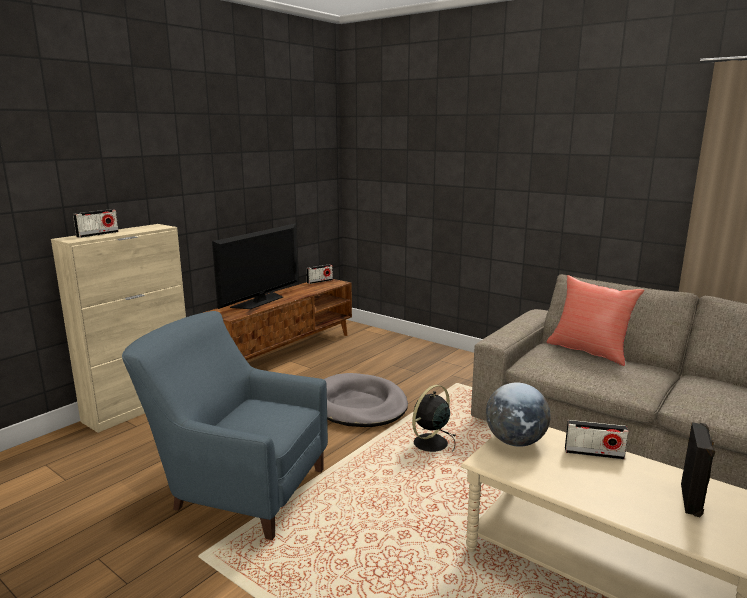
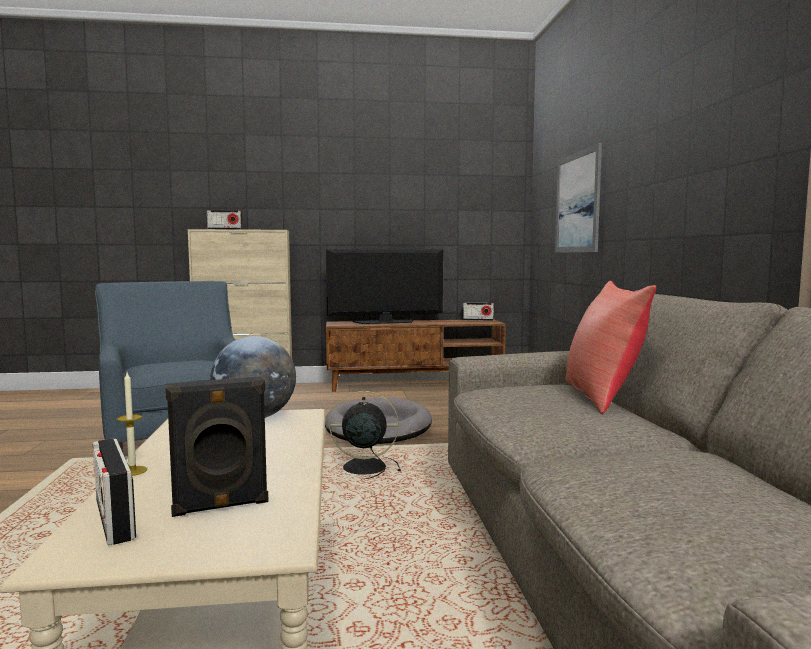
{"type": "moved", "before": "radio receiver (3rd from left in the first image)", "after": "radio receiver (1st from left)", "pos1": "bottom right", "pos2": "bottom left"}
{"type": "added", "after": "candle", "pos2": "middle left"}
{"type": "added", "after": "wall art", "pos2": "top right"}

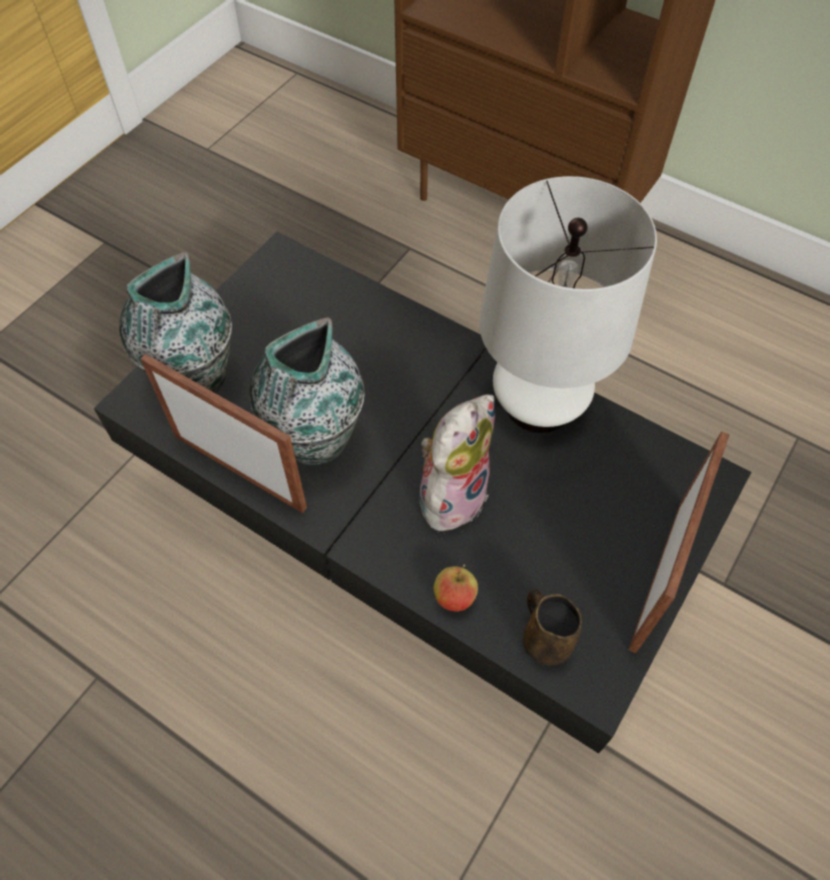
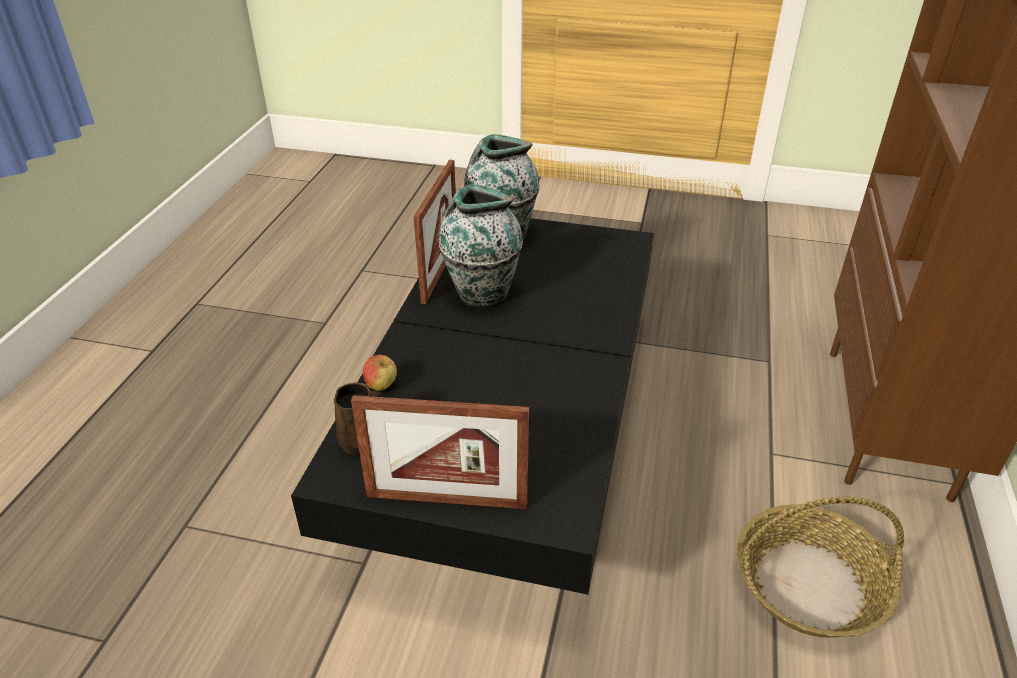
{"type": "added", "after": "household basket", "pos2": "bottom right"}
{"type": "removed", "before": "soft toy", "pos1": "centre"}
{"type": "removed", "before": "white table lamp", "pos1": "middle right"}

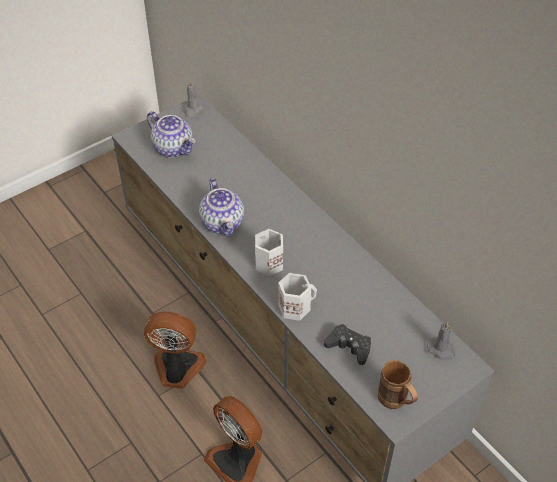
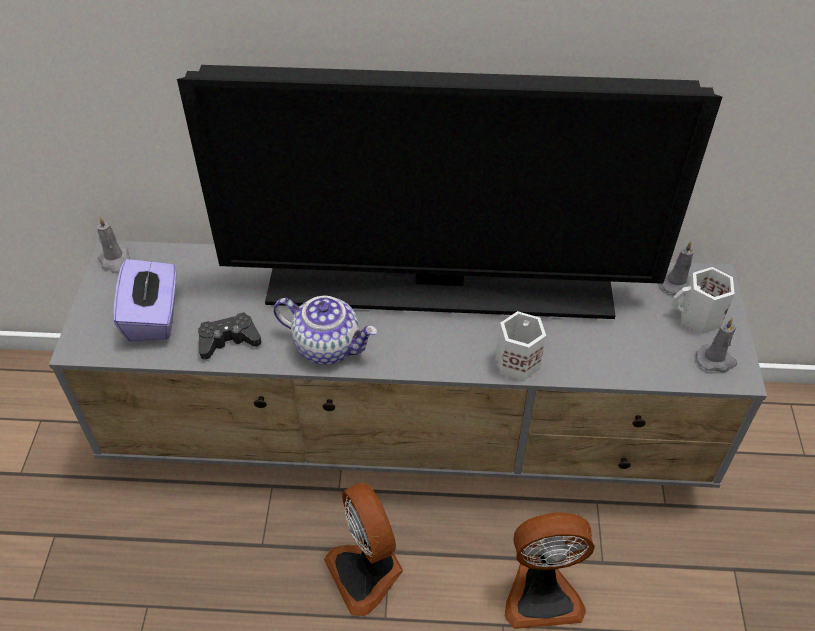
{"type": "replaced", "before": "tea pot (1st from left)", "after": "purple-coloured tissue box", "pos1": "top left", "pos2": "middle left"}
{"type": "added", "after": "television", "pos2": "top centre"}
{"type": "moved", "before": "blackish game controller", "pos1": "bottom centre", "pos2": "middle left"}
{"type": "turned", "before": "fan (1st from left)", "pos1": "bottom left", "pos2": "bottom centre", "turn": -75}
{"type": "moved", "before": "white coffee mug (1st from left in the first image)", "after": "white coffee mug (2nd from left)", "pos1": "centre", "pos2": "middle right"}
{"type": "replaced", "before": "brownish coffee mug", "after": "greyish candle (3rd from left)", "pos1": "bottom right", "pos2": "middle right"}

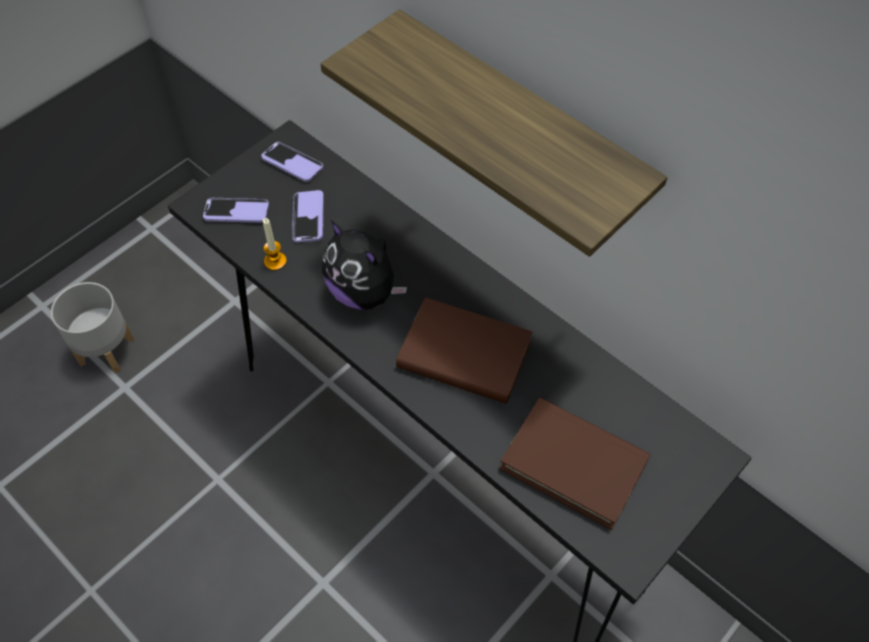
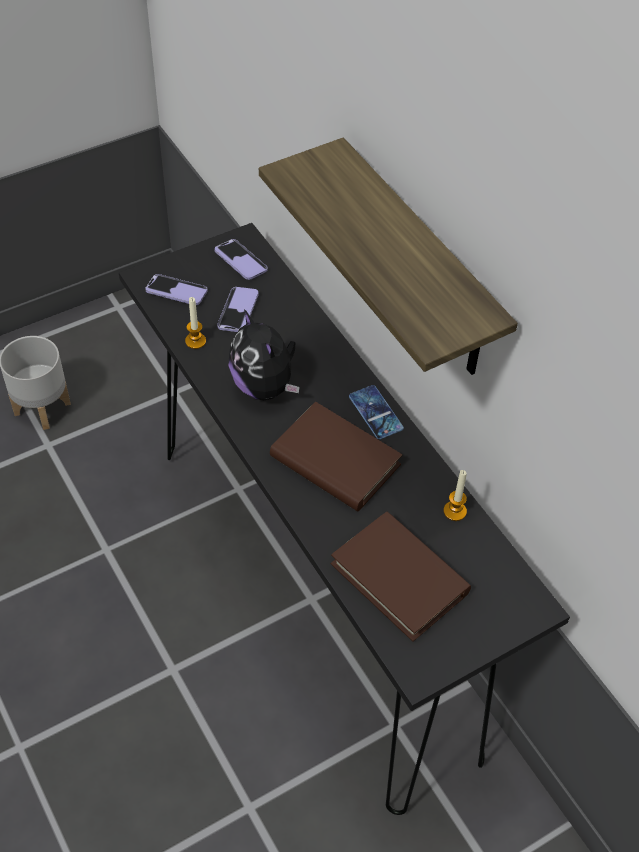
{"type": "added", "after": "handset (4th from left)", "pos2": "centre"}
{"type": "added", "after": "candle (2nd from left)", "pos2": "middle right"}

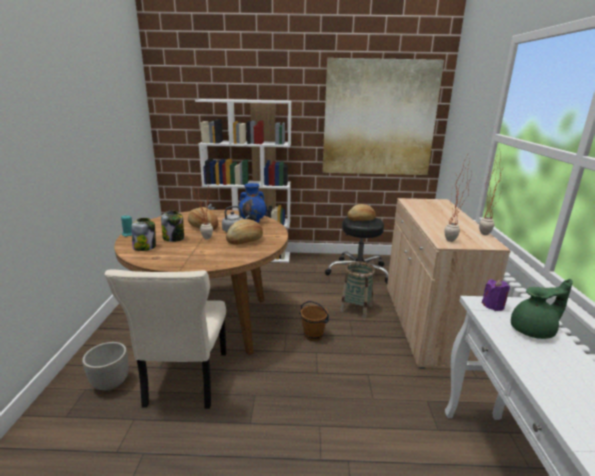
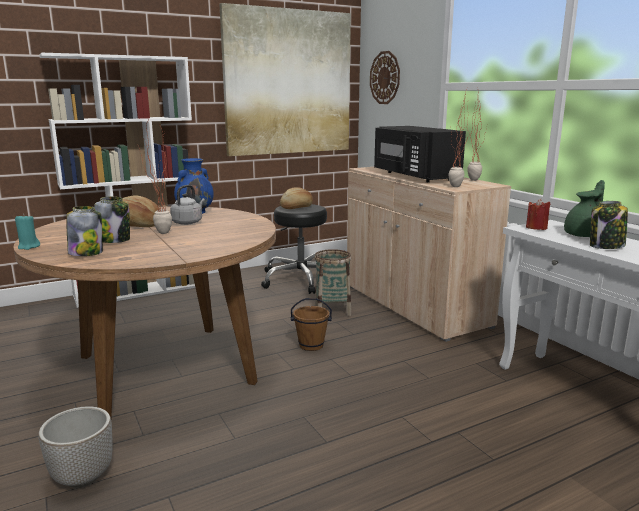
{"type": "added", "after": "clock on the wall", "pos2": "top centre"}
{"type": "added", "after": "blackish microwave oven", "pos2": "top centre"}
{"type": "recoloured", "before": "purple-coloured candle", "after": "reddish candle", "pos1": "middle right", "pos2": "middle right"}
{"type": "added", "after": "jar (3rd from left)", "pos2": "middle right"}
{"type": "removed", "before": "sand-coloured upright chair", "pos1": "bottom left"}
{"type": "removed", "before": "baked bread (2nd from left)", "pos1": "centre"}

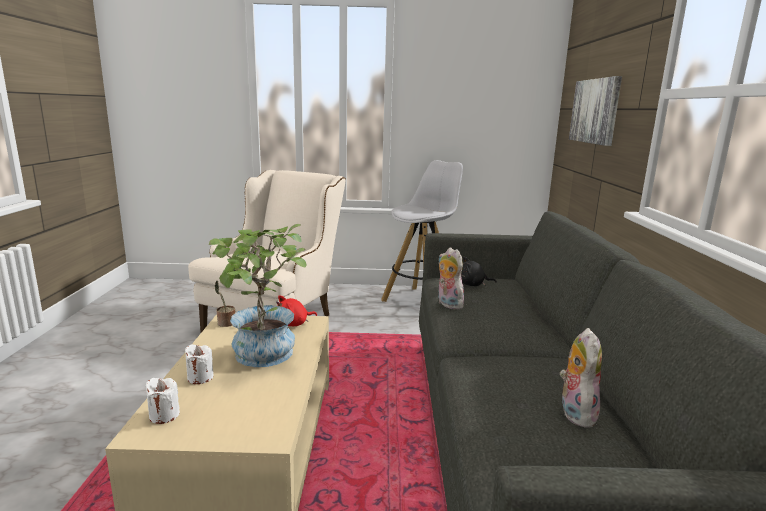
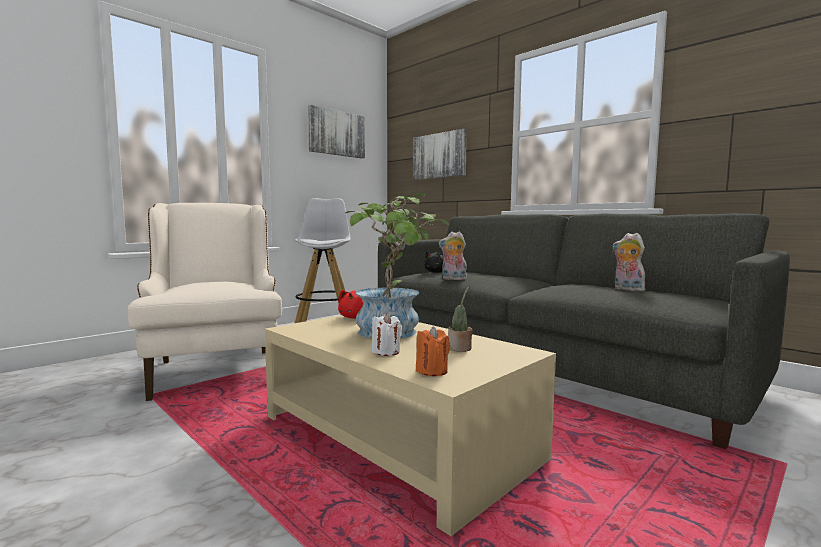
{"type": "added", "after": "wall art (1st from left)", "pos2": "top centre"}
{"type": "recoloured", "before": "white candle (1st from left)", "after": "orangey candle", "pos1": "bottom left", "pos2": "centre"}
{"type": "moved", "before": "houseplant (1st from left in the first image)", "after": "houseplant (2nd from left)", "pos1": "middle left", "pos2": "centre"}

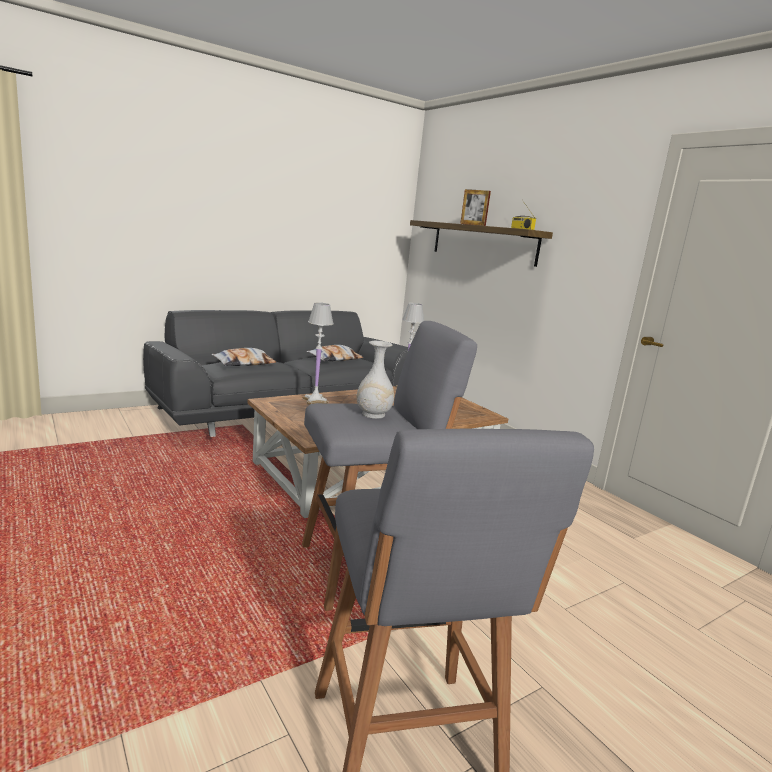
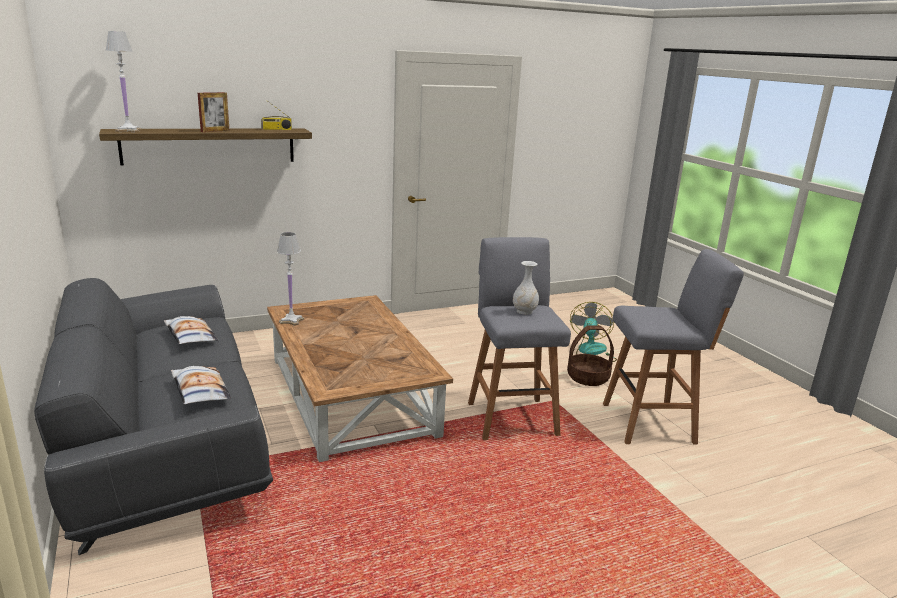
{"type": "moved", "before": "white table lamp (1st from left)", "pos1": "centre", "pos2": "top left"}
{"type": "added", "after": "household basket", "pos2": "centre"}
{"type": "added", "after": "fan", "pos2": "centre"}

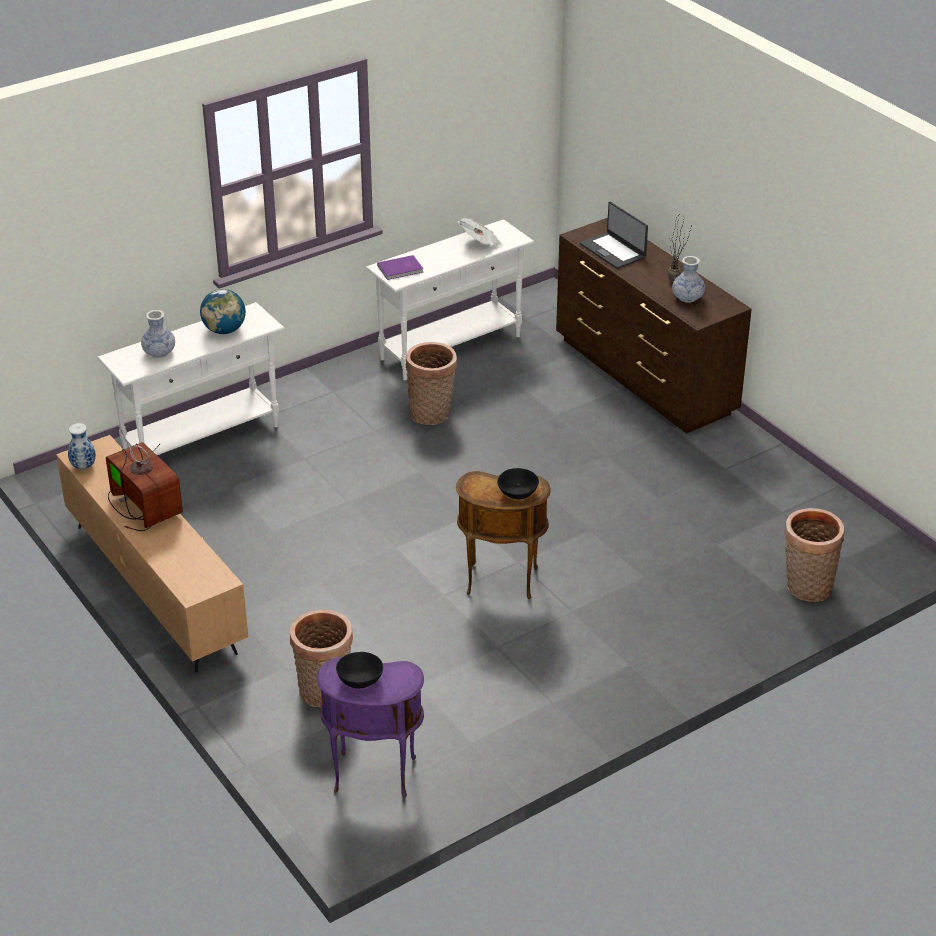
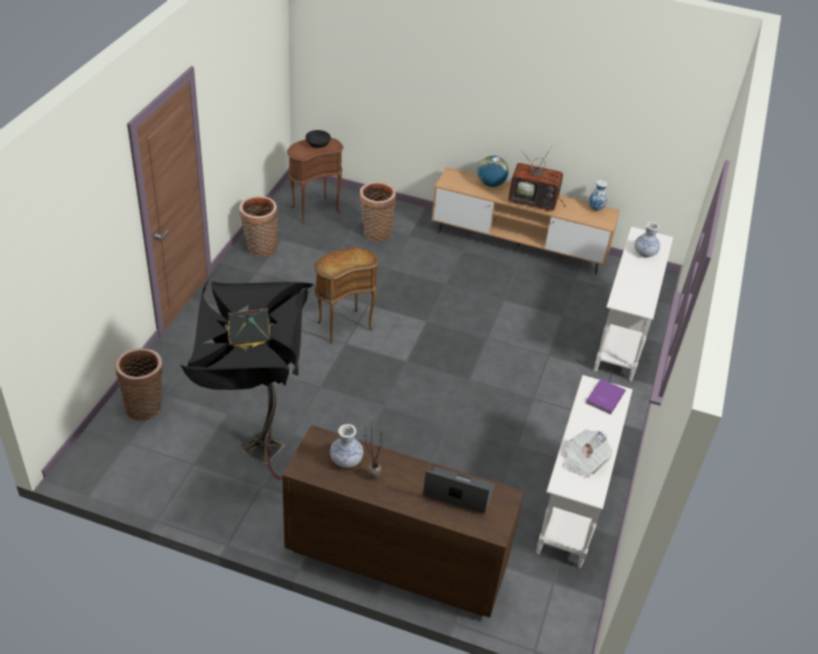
{"type": "added", "after": "blackish floor lamp", "pos2": "middle left"}
{"type": "moved", "before": "household basket (2nd from left)", "pos1": "centre", "pos2": "middle left"}
{"type": "recoloured", "before": "purple-coloured accent table", "after": "brownish accent table (1st from left)", "pos1": "bottom centre", "pos2": "top centre"}
{"type": "moved", "before": "world globe", "pos1": "top left", "pos2": "top centre"}
{"type": "removed", "before": "blackish bowl (2nd from left)", "pos1": "centre"}

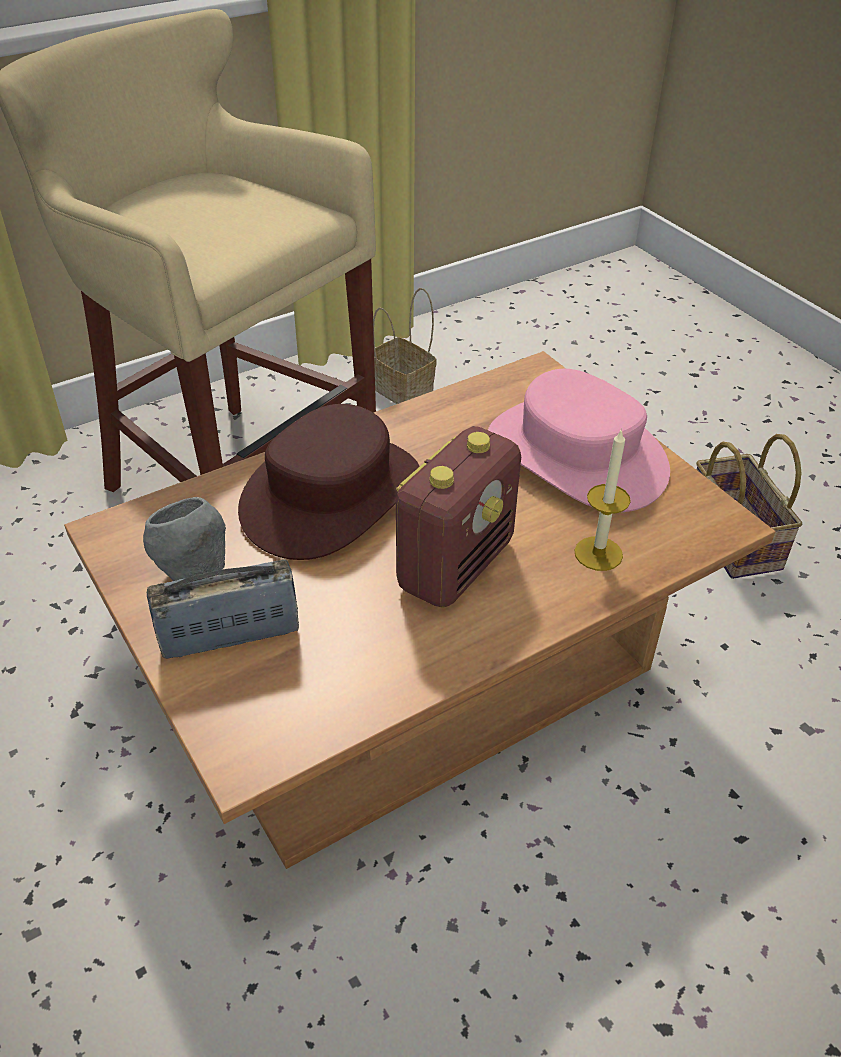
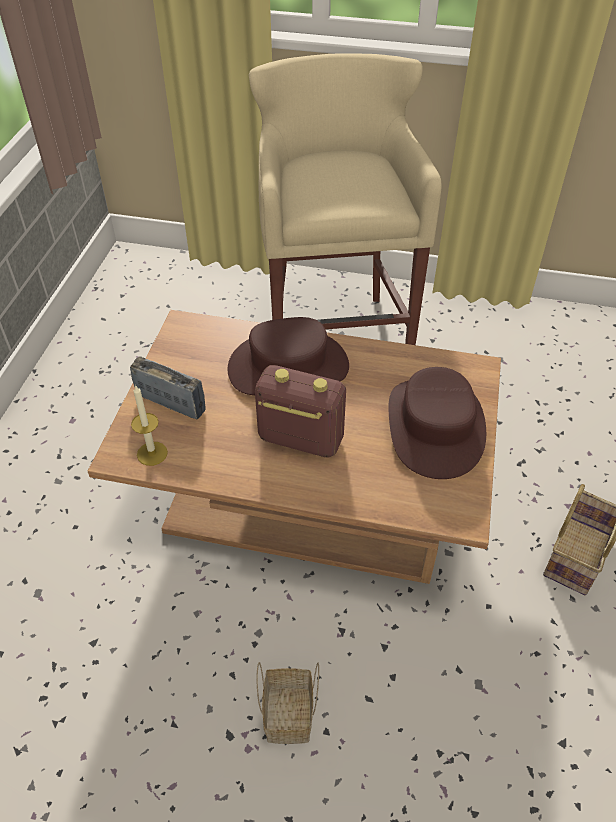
{"type": "moved", "before": "candle", "pos1": "middle right", "pos2": "middle left"}
{"type": "turned", "before": "radio receiver (2nd from left)", "pos1": "centre", "pos2": "centre", "turn": -150}
{"type": "moved", "before": "household basket (1st from left)", "pos1": "top centre", "pos2": "bottom centre"}
{"type": "recoloured", "before": "pink clothing hat", "after": "brownish clothing hat (2nd from left)", "pos1": "middle right", "pos2": "middle right"}
{"type": "removed", "before": "greyish bowl", "pos1": "middle left"}

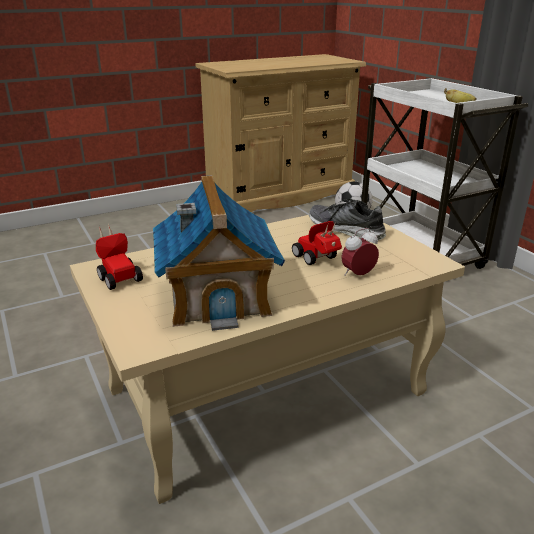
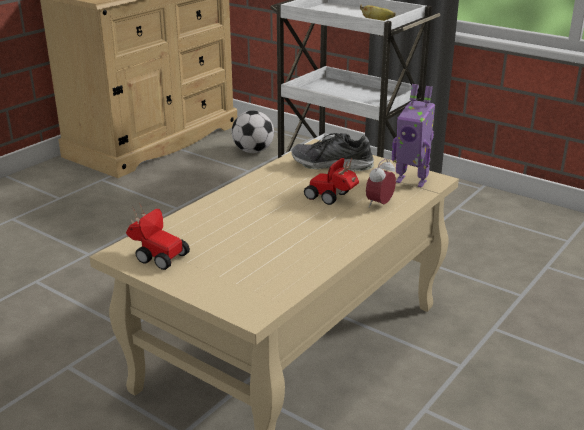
{"type": "added", "after": "toy robot", "pos2": "top right"}
{"type": "removed", "before": "toy house", "pos1": "centre"}

